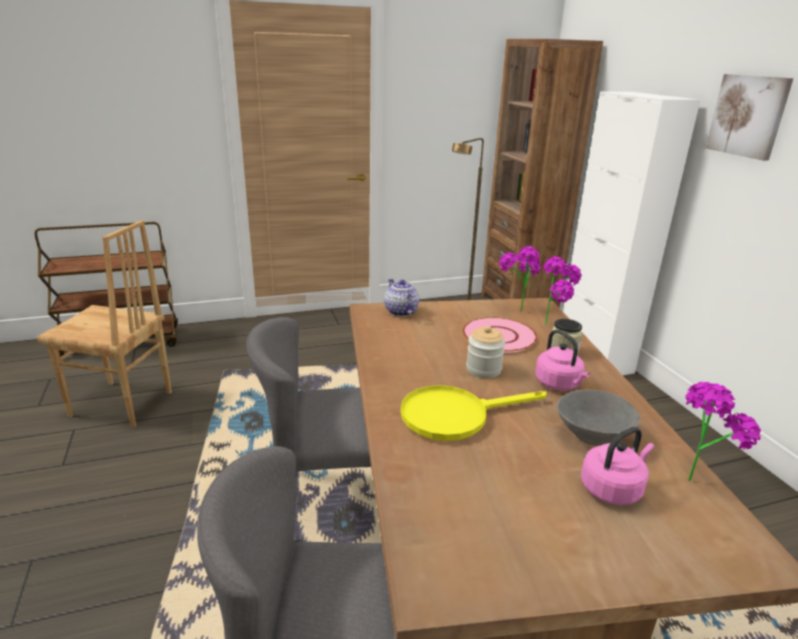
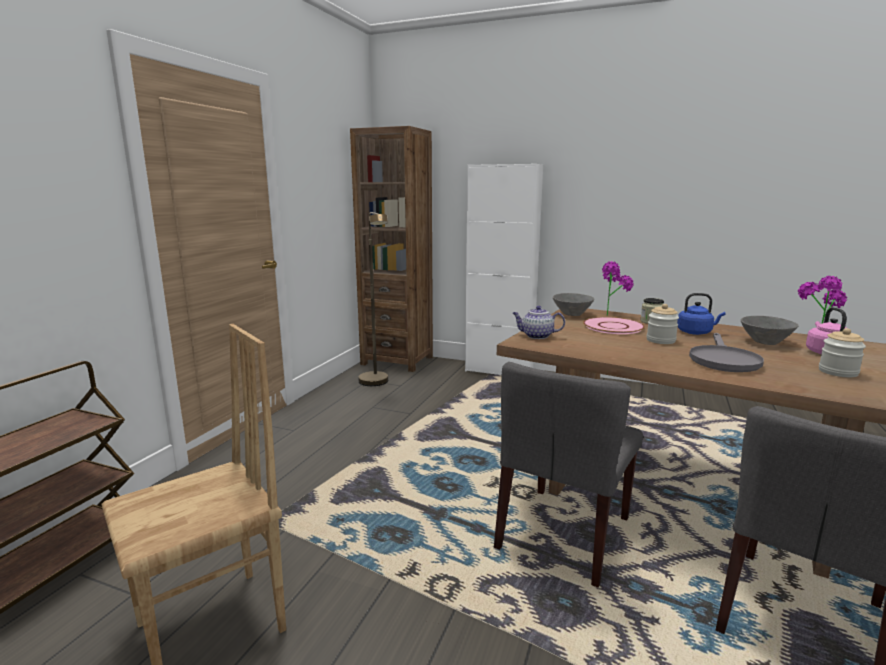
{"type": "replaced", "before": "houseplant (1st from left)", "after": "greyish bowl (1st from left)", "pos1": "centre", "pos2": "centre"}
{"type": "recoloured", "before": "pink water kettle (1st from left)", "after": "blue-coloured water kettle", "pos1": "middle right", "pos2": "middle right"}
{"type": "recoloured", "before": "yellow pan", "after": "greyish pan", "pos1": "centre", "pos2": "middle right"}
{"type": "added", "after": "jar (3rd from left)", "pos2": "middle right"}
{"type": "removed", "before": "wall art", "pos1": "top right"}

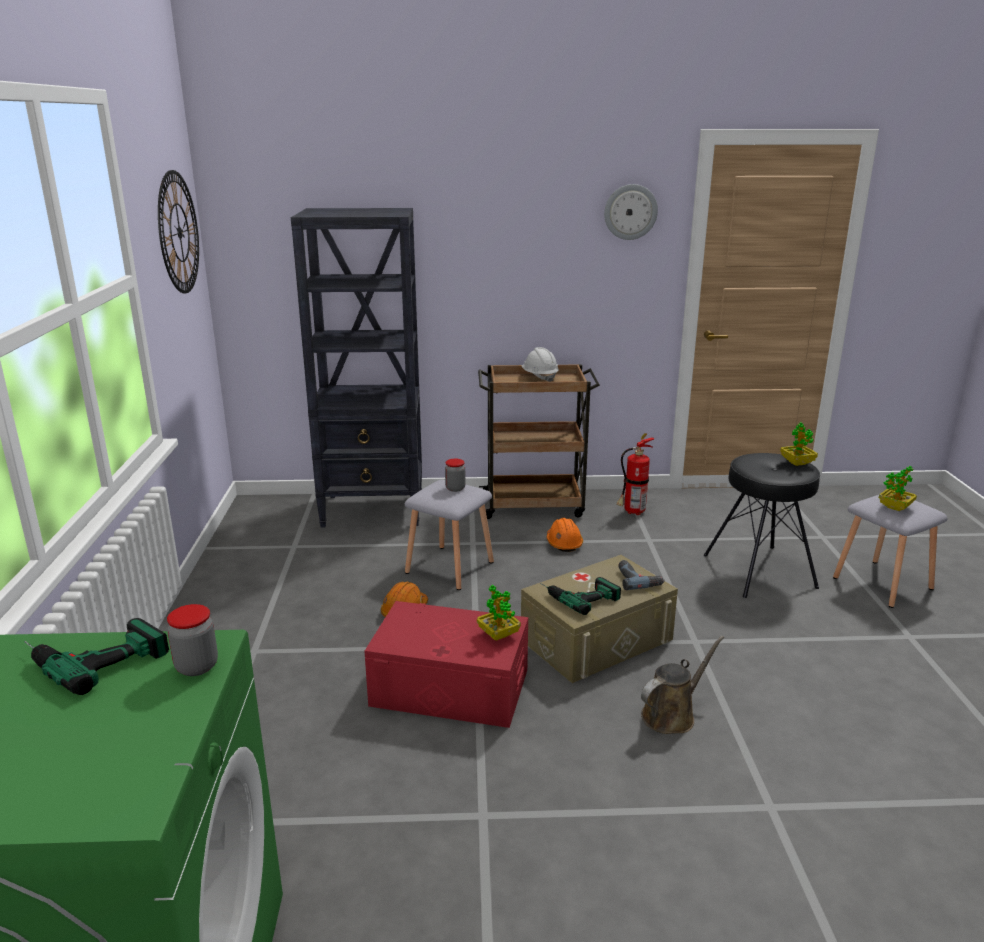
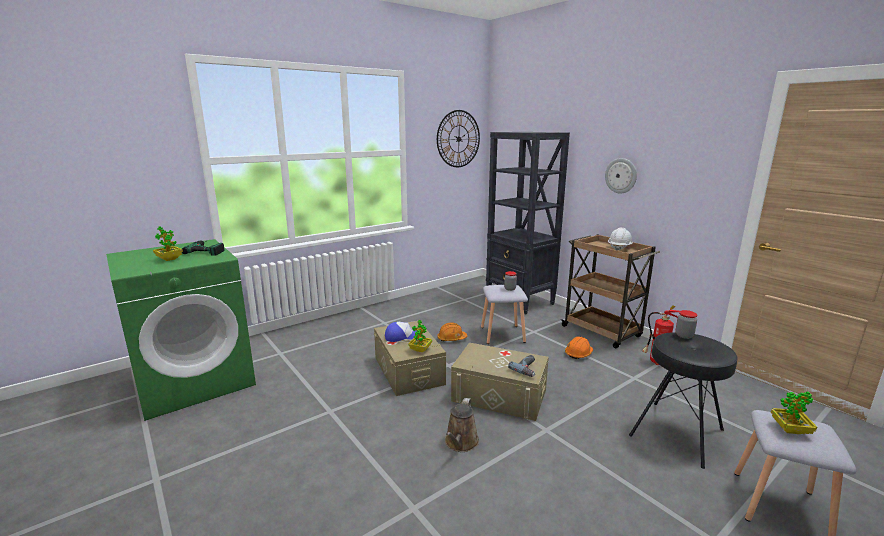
{"type": "moved", "before": "houseplant (2nd from left in the first image)", "after": "houseplant (1st from left)", "pos1": "middle right", "pos2": "middle left"}
{"type": "recoloured", "before": "reddish storage box", "after": "sand-coloured storage box (1st from left)", "pos1": "bottom centre", "pos2": "bottom centre"}
{"type": "added", "after": "cap", "pos2": "centre"}
{"type": "turned", "before": "brownish watering pot", "pos1": "bottom right", "pos2": "bottom centre", "turn": 90}
{"type": "moved", "before": "clock on the wall (2nd from left)", "pos1": "top centre", "pos2": "top right"}
{"type": "moved", "before": "jar (1st from left in the first image)", "after": "jar (2nd from left)", "pos1": "bottom left", "pos2": "middle right"}
{"type": "removed", "before": "power drill (2nd from left)", "pos1": "centre"}

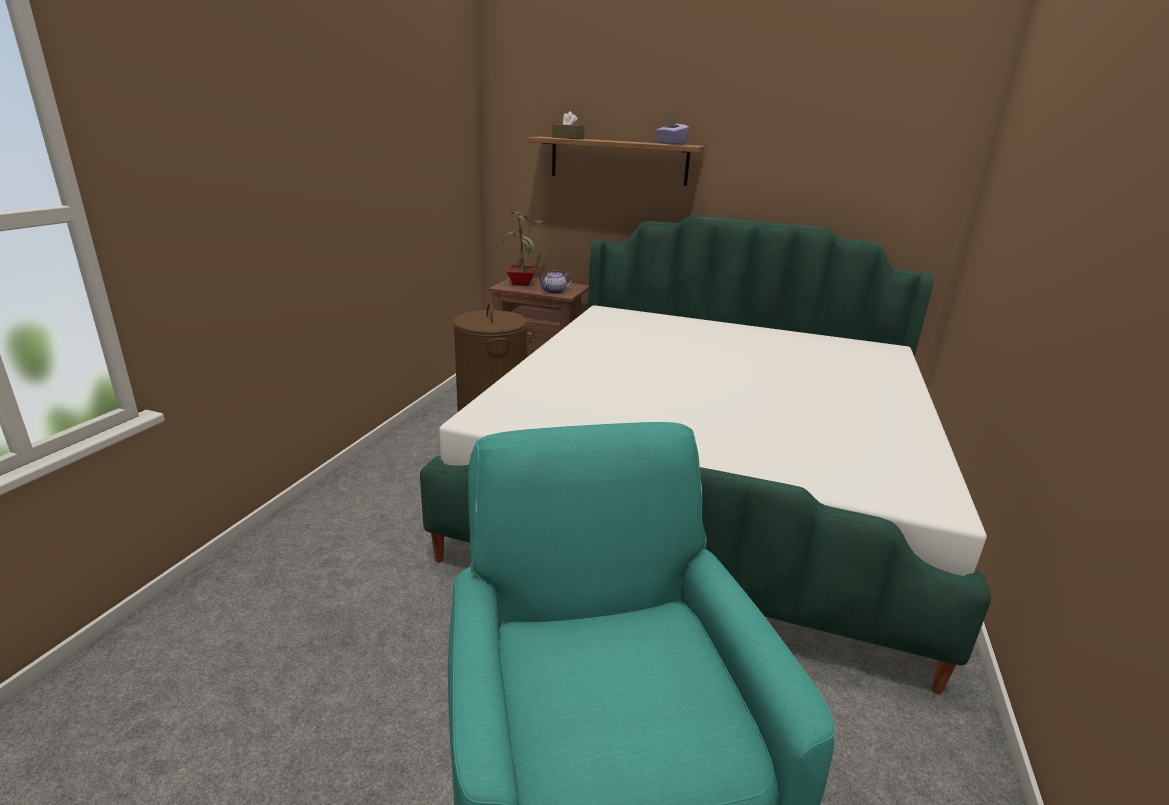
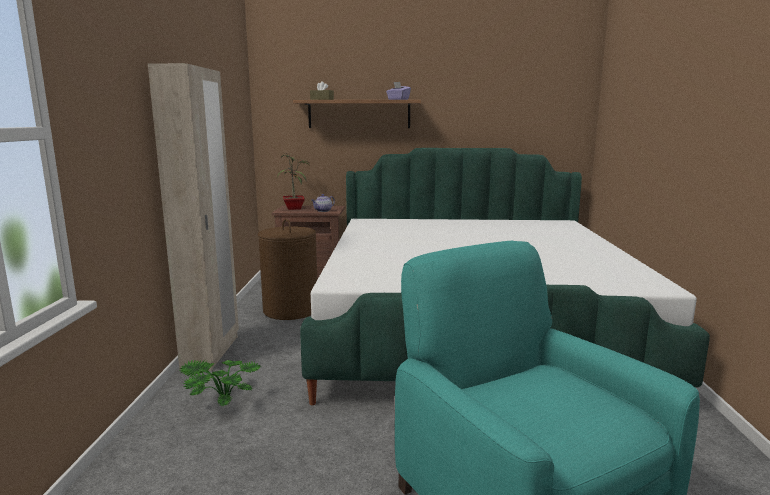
{"type": "added", "after": "sand-coloured armoire", "pos2": "middle left"}
{"type": "added", "after": "houseplant (1st from left)", "pos2": "bottom left"}

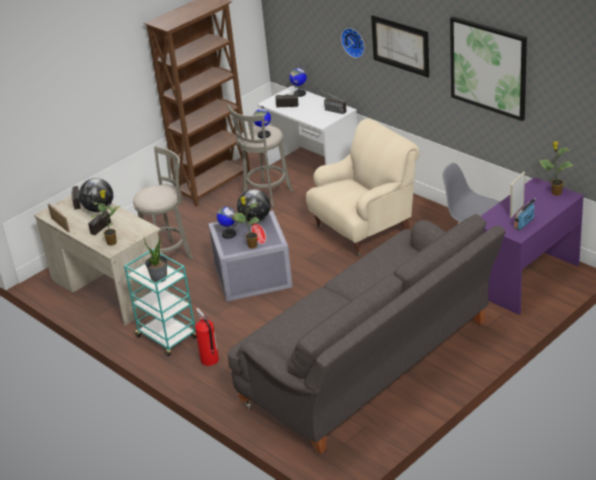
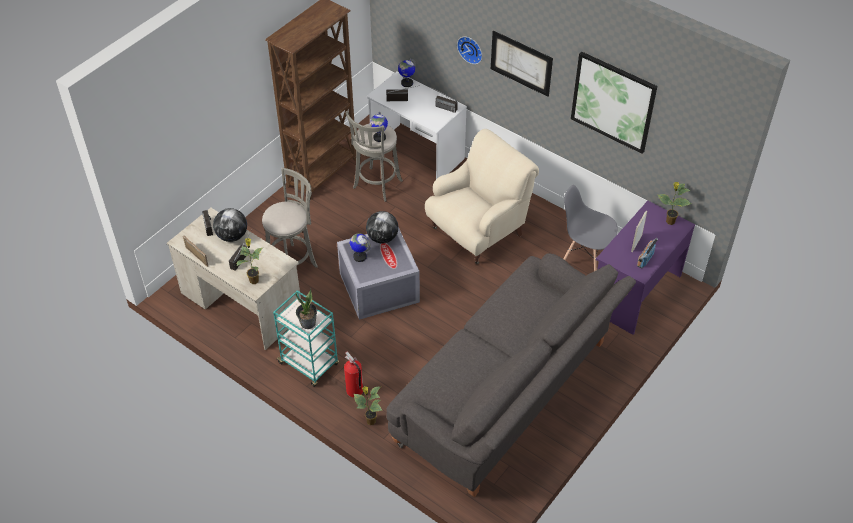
{"type": "moved", "before": "houseplant (3rd from left)", "pos1": "centre", "pos2": "bottom centre"}

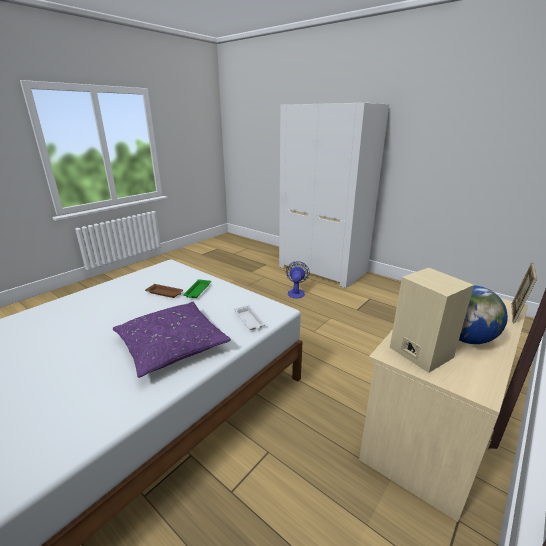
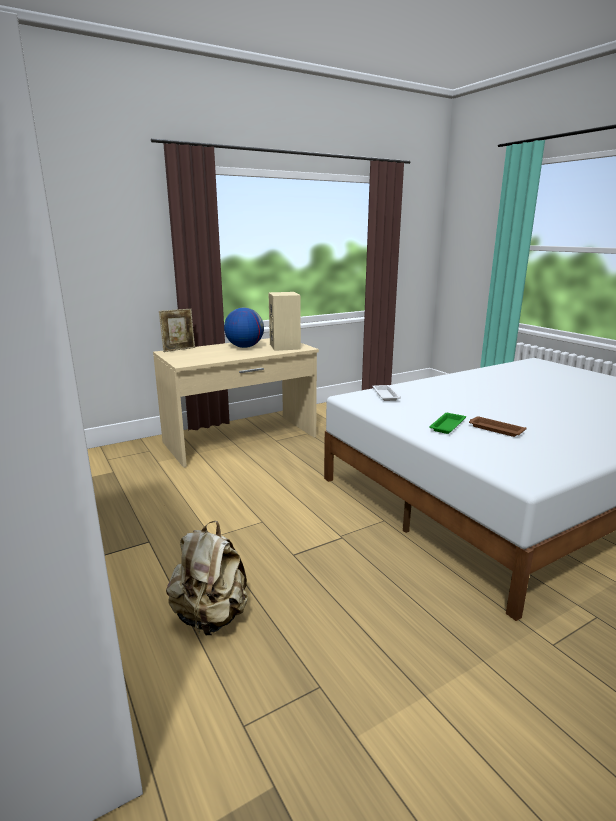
{"type": "replaced", "before": "fan", "after": "sand-coloured rucksack", "pos1": "centre", "pos2": "bottom centre"}
{"type": "removed", "before": "purple-coloured throw pillow", "pos1": "middle left"}

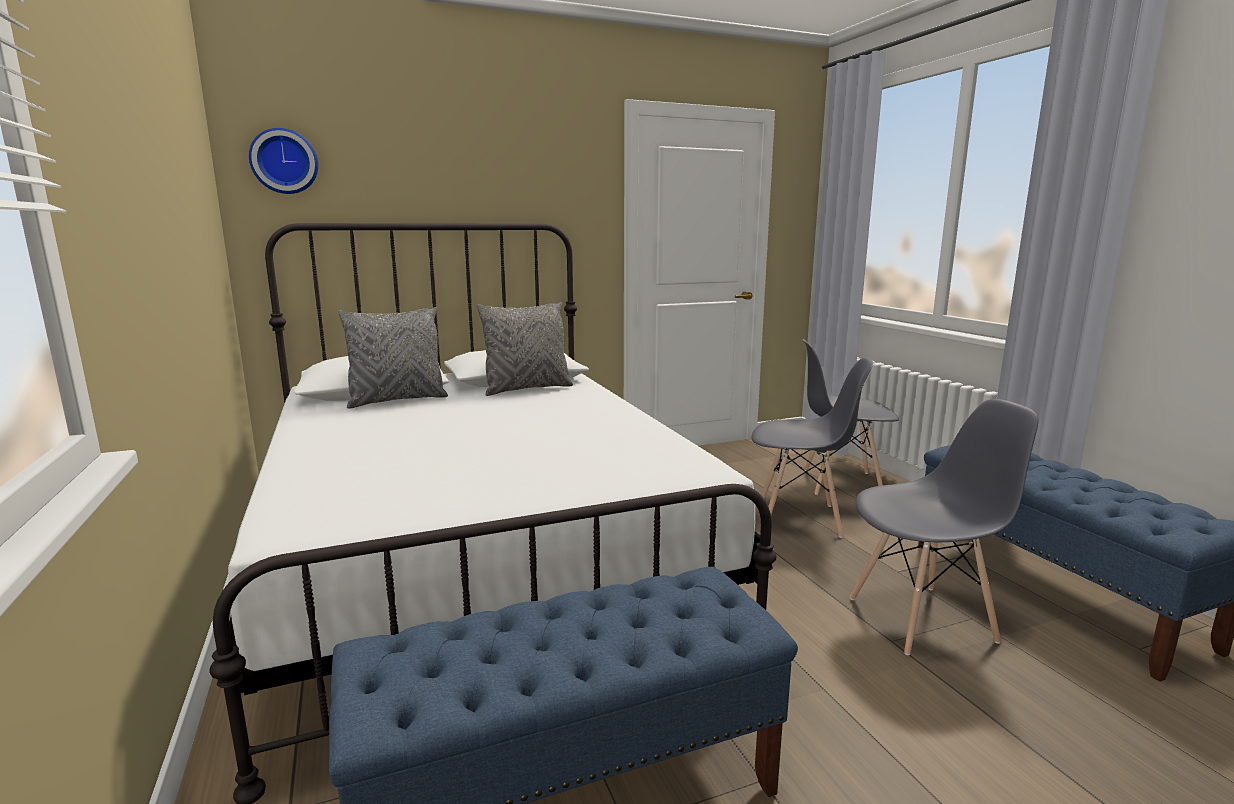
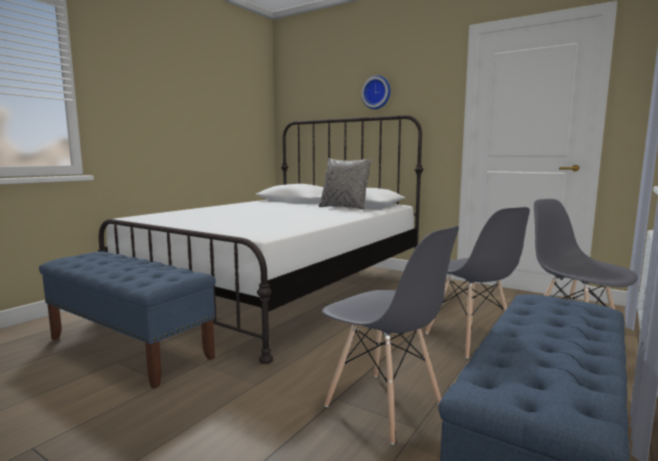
{"type": "moved", "before": "clock on the wall", "pos1": "top left", "pos2": "top centre"}
{"type": "removed", "before": "greyish throw pillow (1st from left)", "pos1": "middle left"}

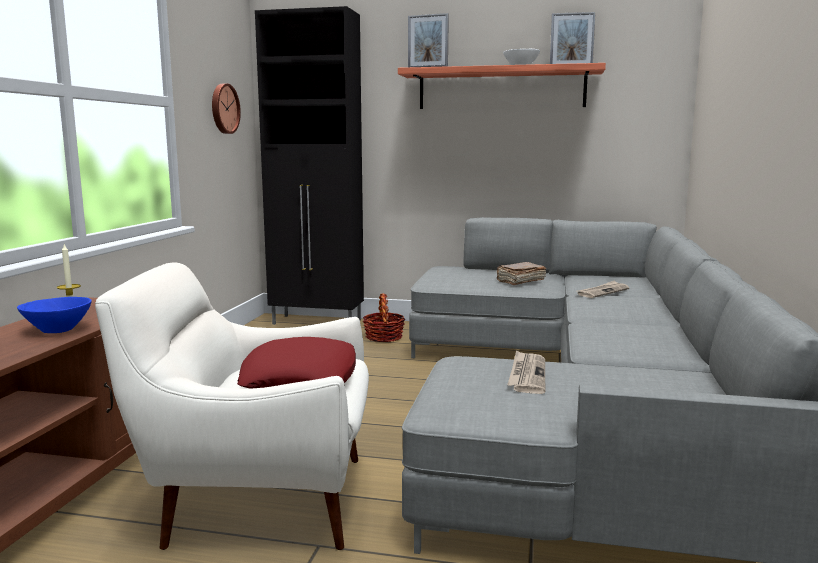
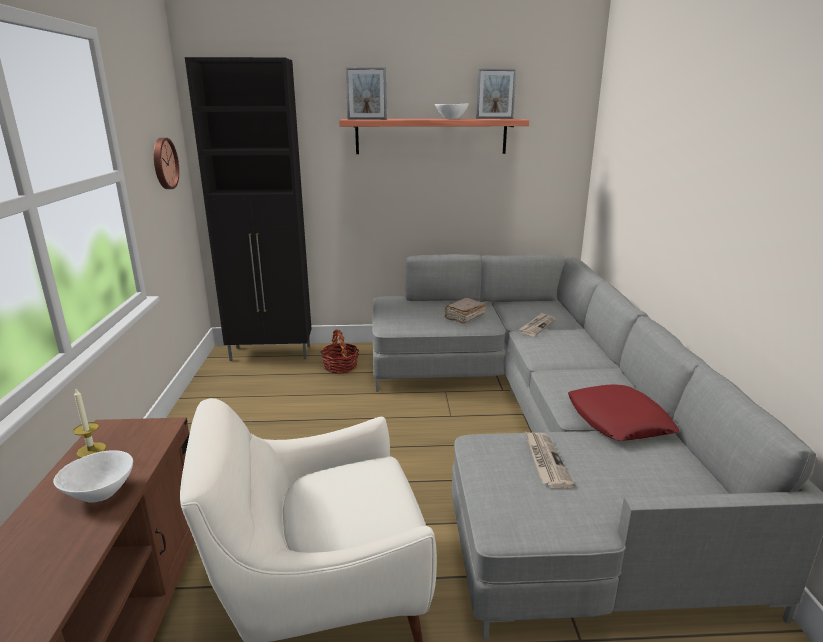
{"type": "recoloured", "before": "blue-coloured bowl", "after": "white bowl (1st from left)", "pos1": "middle left", "pos2": "bottom left"}
{"type": "moved", "before": "reddish throw pillow", "pos1": "centre", "pos2": "middle right"}

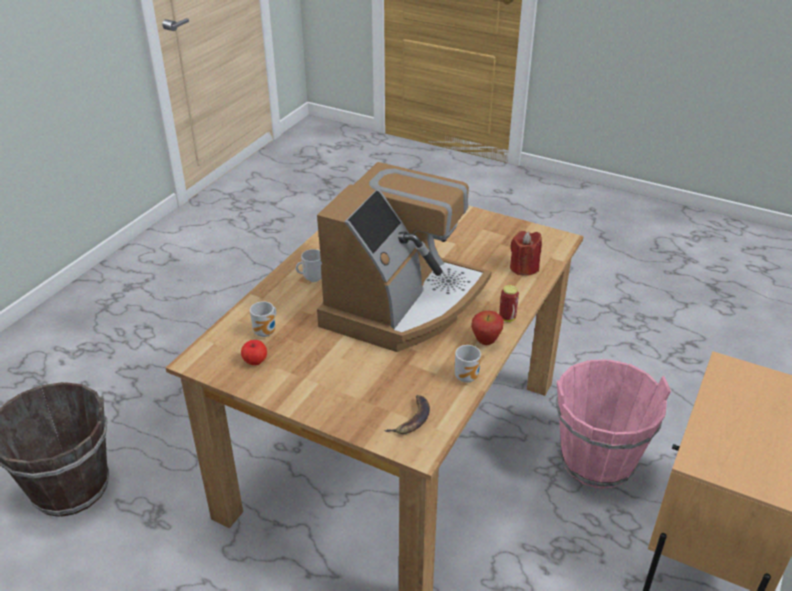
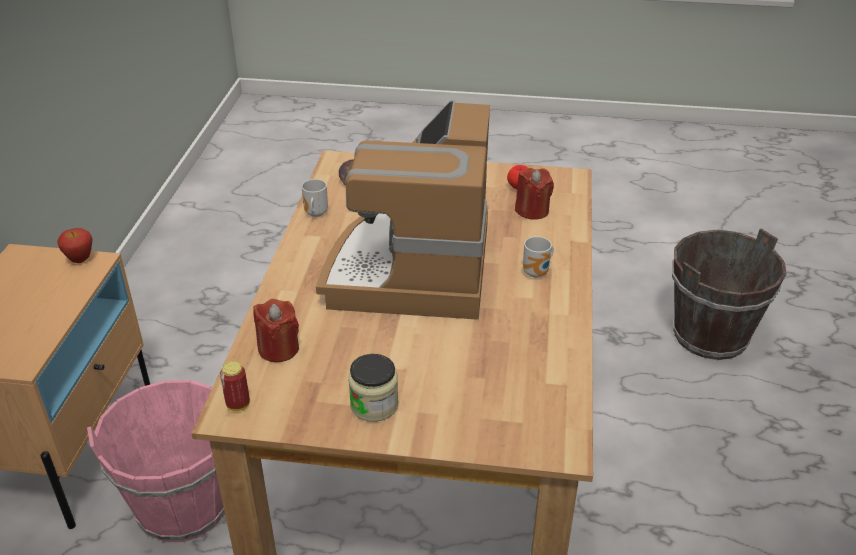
{"type": "moved", "before": "whole apple (2nd from left in the first image)", "after": "whole apple (1st from left)", "pos1": "centre", "pos2": "middle left"}
{"type": "moved", "before": "sealed can", "pos1": "centre", "pos2": "bottom left"}
{"type": "added", "after": "jar", "pos2": "bottom centre"}
{"type": "replaced", "before": "coffee mug (1st from left)", "after": "reddish candle (2nd from left)", "pos1": "middle left", "pos2": "centre"}

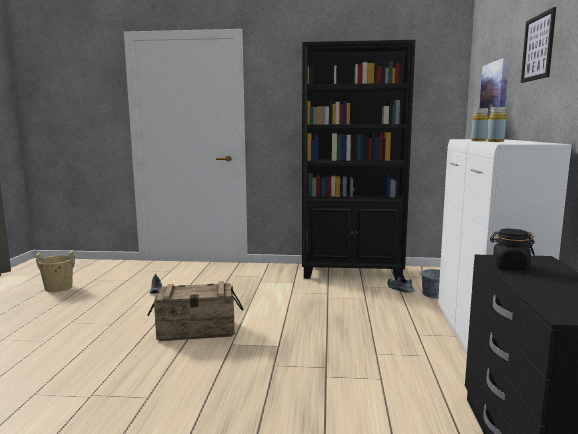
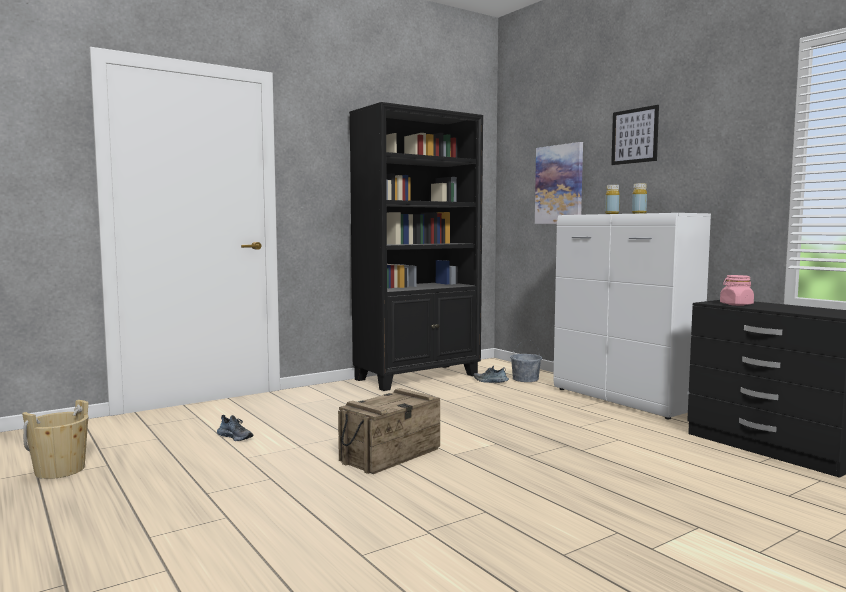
{"type": "recoloured", "before": "blackish jar", "after": "pink jar", "pos1": "middle right", "pos2": "middle right"}

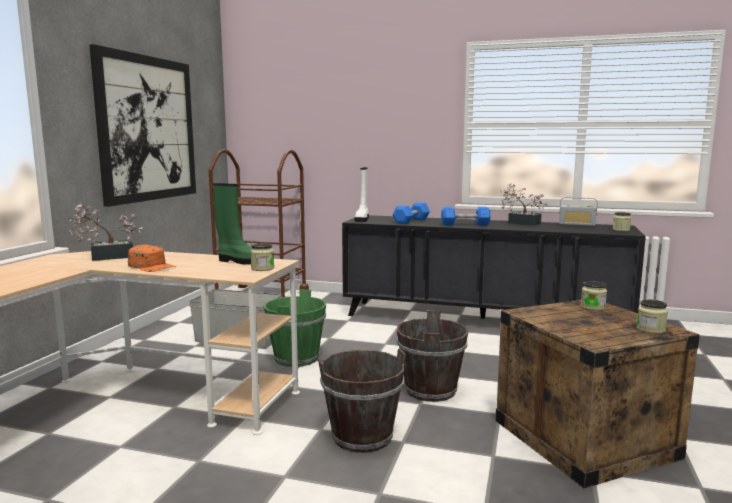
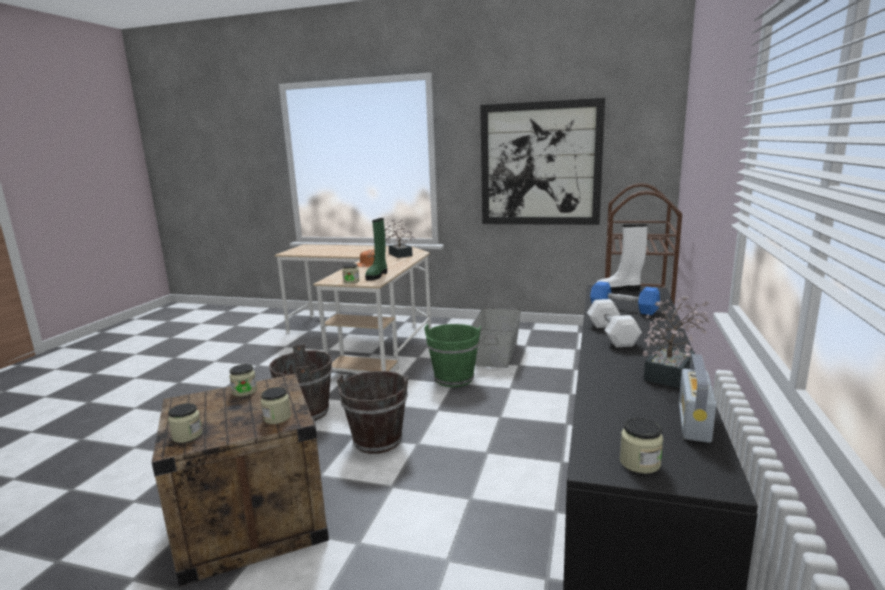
{"type": "added", "after": "jar (2nd from left)", "pos2": "middle left"}
{"type": "recoloured", "before": "blue-coloured free weight (2nd from left)", "after": "white free weight", "pos1": "centre", "pos2": "middle right"}

